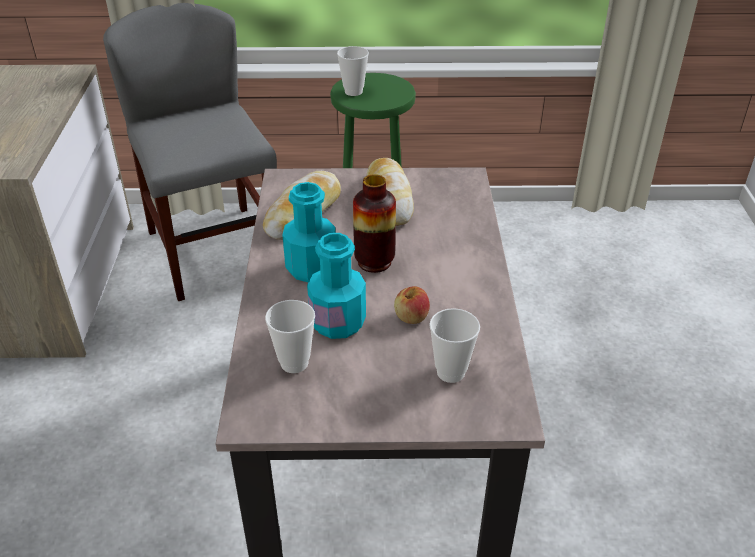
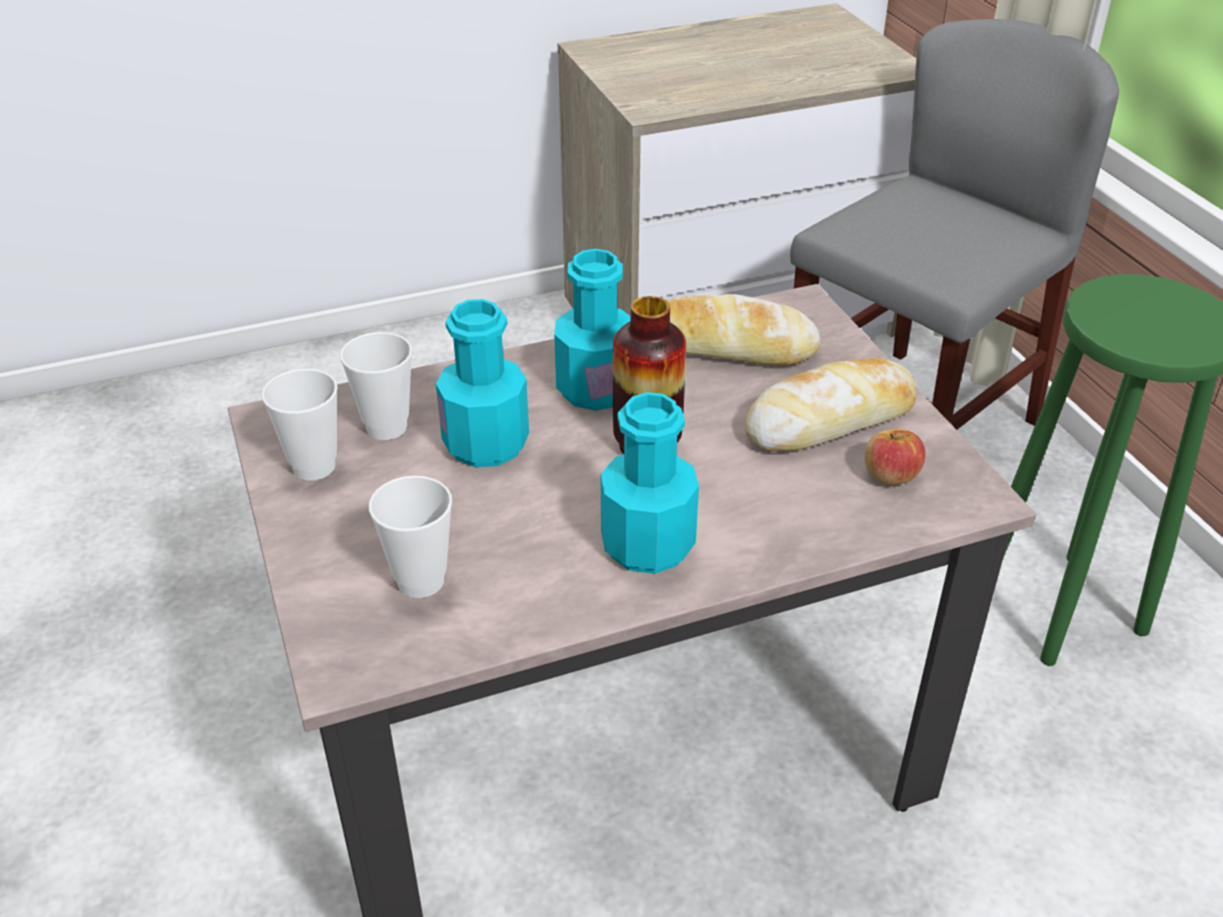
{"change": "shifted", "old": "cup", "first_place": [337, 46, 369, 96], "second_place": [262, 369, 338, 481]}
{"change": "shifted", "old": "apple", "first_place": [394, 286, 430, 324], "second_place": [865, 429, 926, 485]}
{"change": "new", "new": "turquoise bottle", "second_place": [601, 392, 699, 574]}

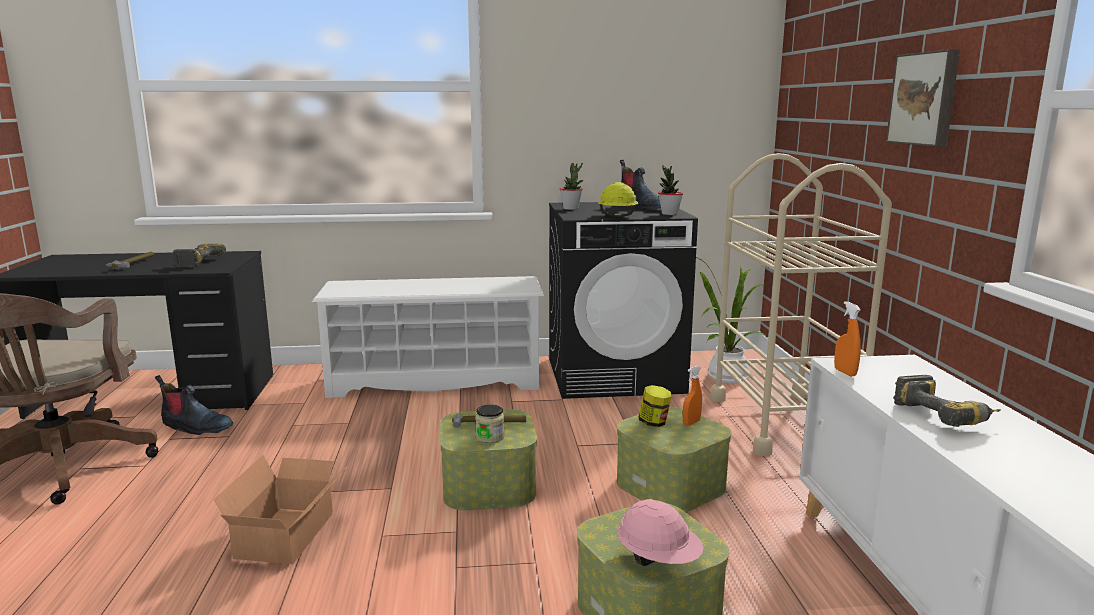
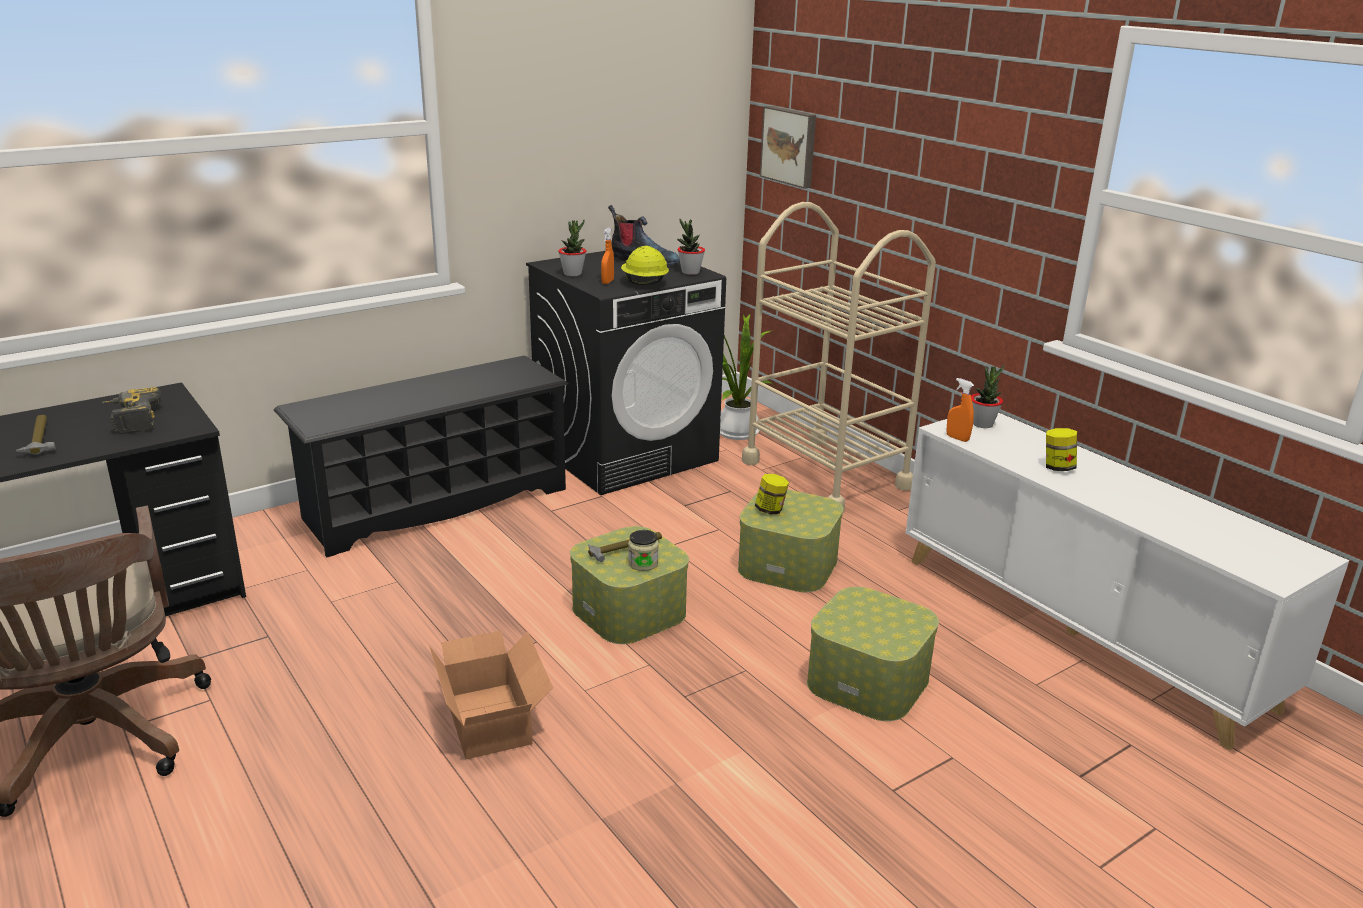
{"change": "gone", "old": "boot", "first_place": [155, 375, 233, 435]}
{"change": "repainted", "old": "white shoe rack", "new": "black shoe rack", "first_place": [312, 276, 544, 398], "second_place": [274, 356, 568, 558]}
{"change": "gone", "old": "pink hard hat", "first_place": [617, 499, 704, 566]}
{"change": "shifted", "old": "orange spray bottle", "first_place": [683, 366, 702, 426], "second_place": [601, 228, 614, 284]}
{"change": "shifted", "old": "picture", "first_place": [886, 49, 960, 147], "second_place": [760, 106, 816, 189]}
{"change": "swapped", "old": "power drill", "new": "jar", "first_place": [893, 375, 1001, 427], "second_place": [1046, 428, 1077, 471]}
{"change": "new", "new": "potted plant", "second_place": [971, 365, 1004, 428]}

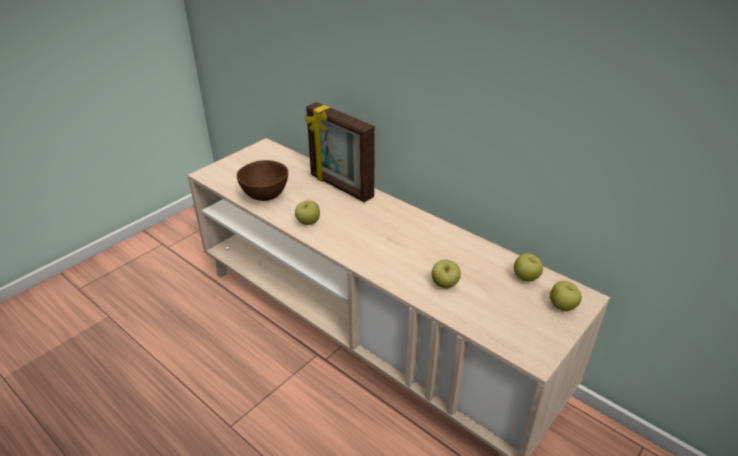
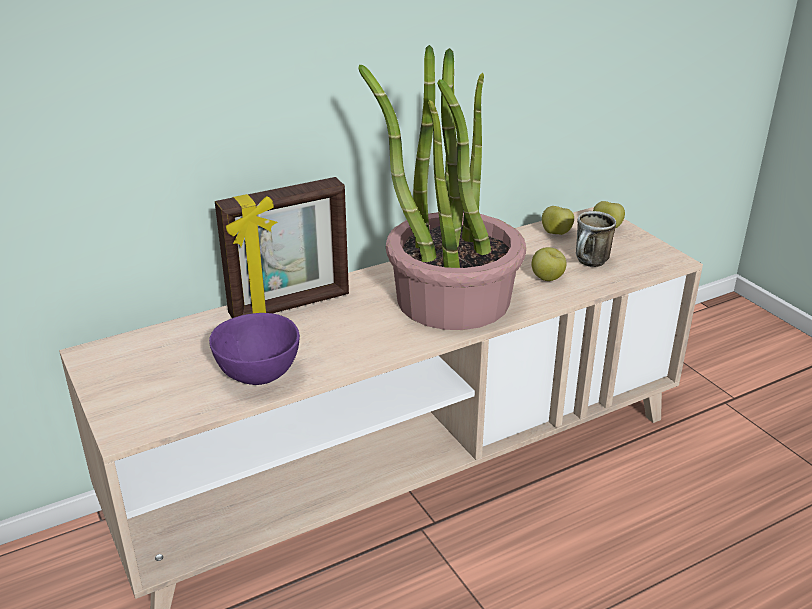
{"change": "repainted", "old": "brown bowl", "new": "purple bowl", "first_place": [236, 160, 288, 201], "second_place": [209, 313, 300, 385]}
{"change": "gone", "old": "apple", "first_place": [295, 200, 320, 225]}
{"change": "new", "new": "potted plant", "second_place": [359, 45, 526, 330]}
{"change": "new", "new": "mug", "second_place": [576, 211, 616, 267]}

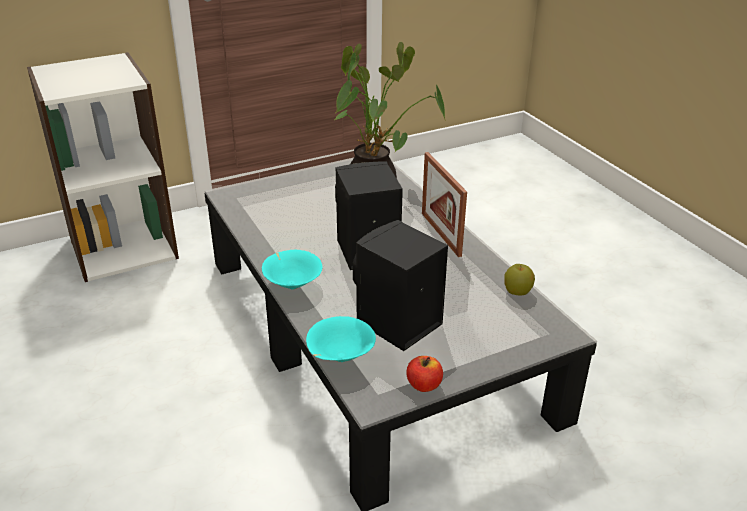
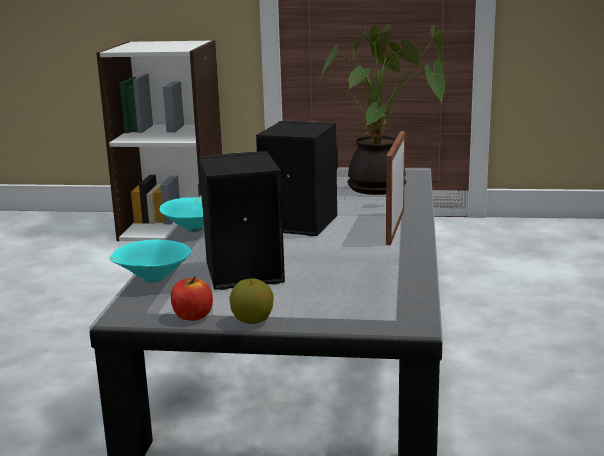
{"change": "shifted", "old": "apple", "first_place": [504, 264, 535, 296], "second_place": [229, 277, 274, 324]}

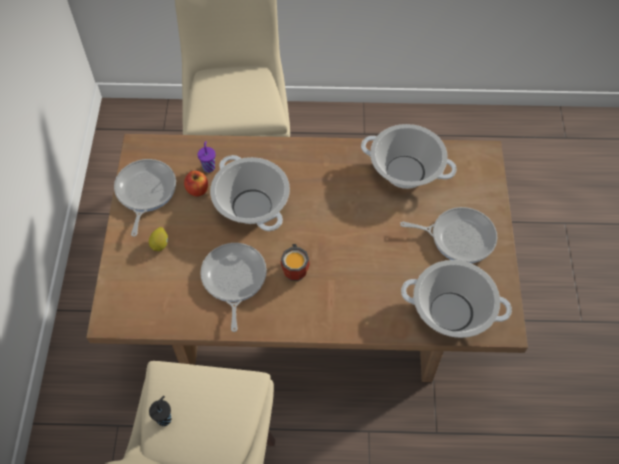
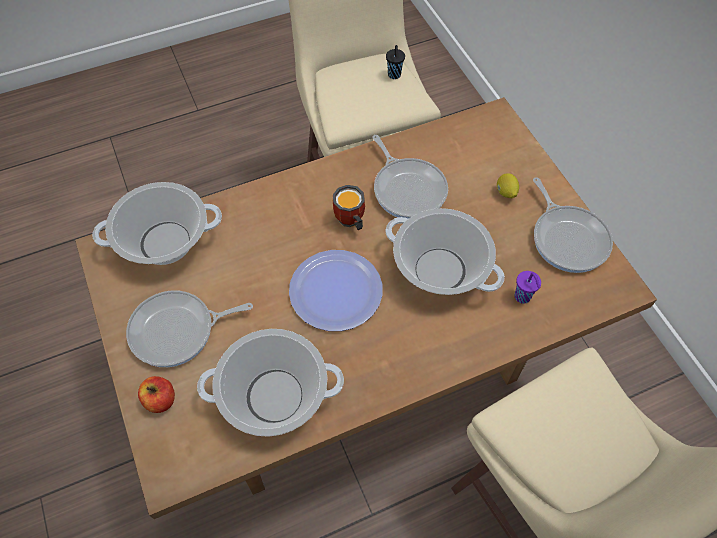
{"change": "shifted", "old": "apple", "first_place": [184, 171, 208, 197], "second_place": [138, 376, 175, 413]}
{"change": "new", "new": "plate", "second_place": [289, 250, 383, 331]}

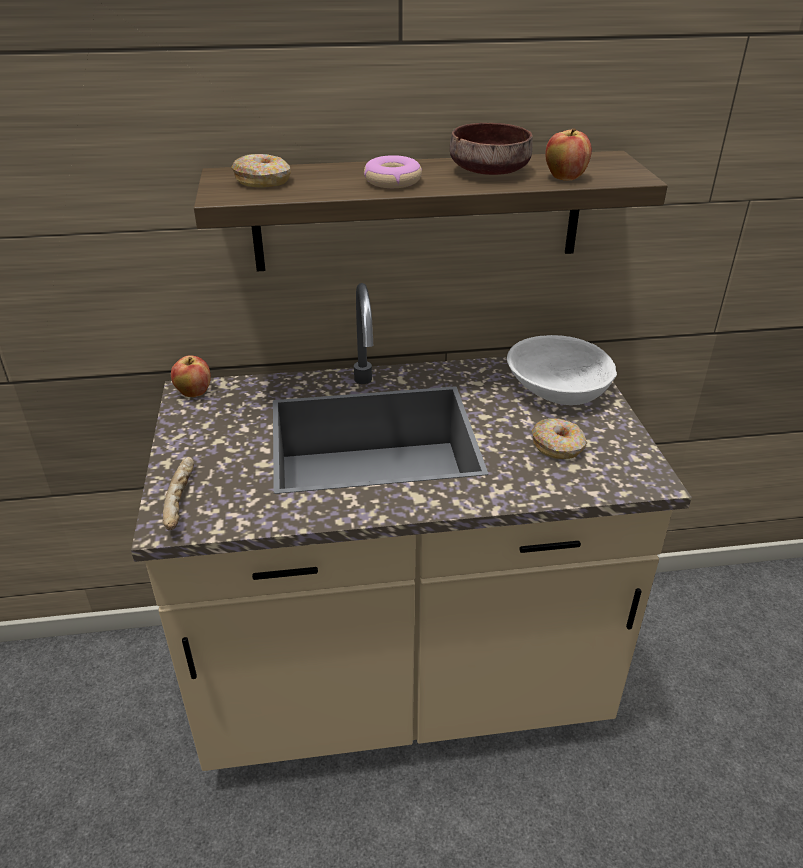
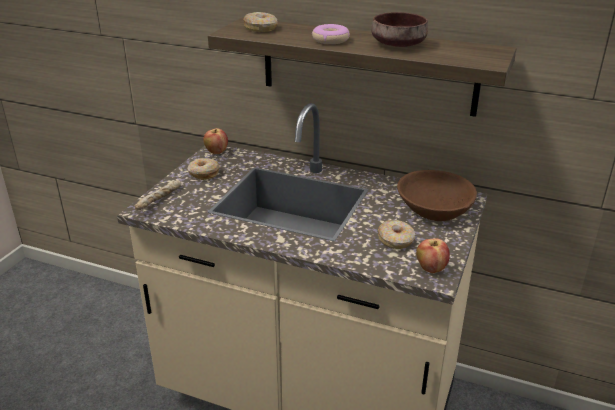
{"change": "repainted", "old": "white bowl", "new": "brown bowl", "first_place": [507, 335, 617, 405], "second_place": [397, 170, 477, 221]}
{"change": "shifted", "old": "apple", "first_place": [545, 128, 592, 181], "second_place": [416, 239, 450, 273]}
{"change": "new", "new": "donut", "second_place": [188, 158, 220, 180]}

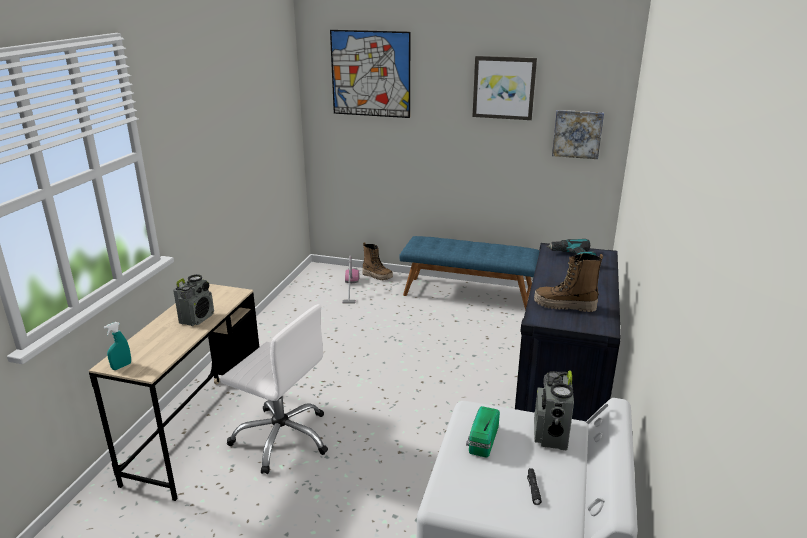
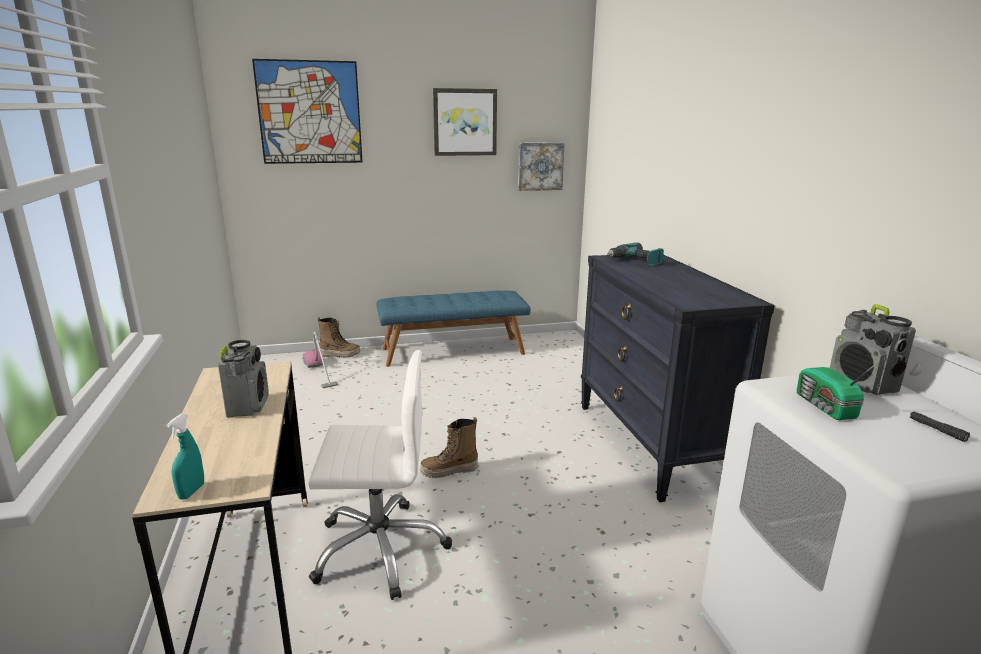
{"change": "shifted", "old": "boot", "first_place": [534, 253, 603, 312], "second_place": [420, 417, 478, 478]}

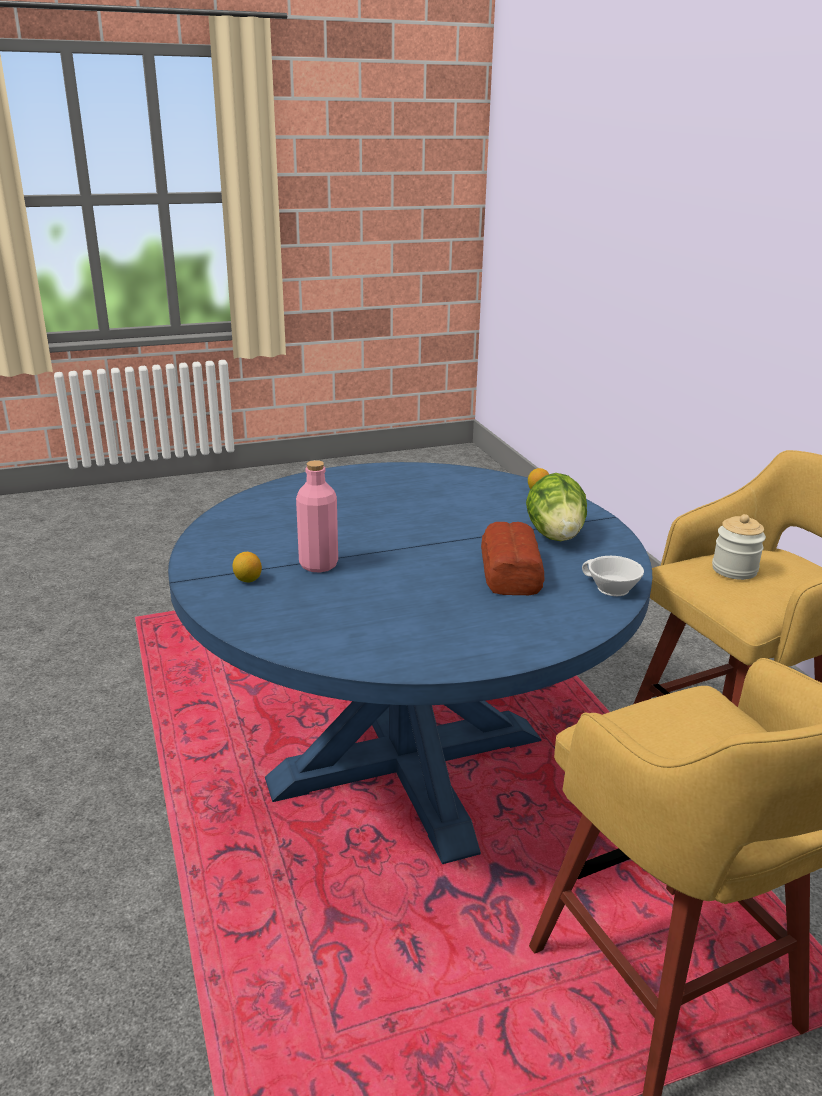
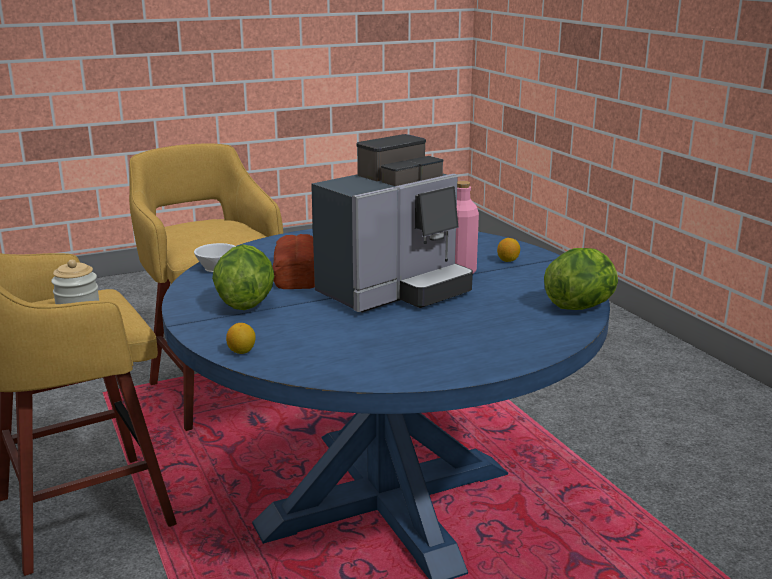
{"change": "new", "new": "coffee machine", "second_place": [311, 134, 473, 313]}
{"change": "new", "new": "lettuce", "second_place": [544, 248, 618, 310]}

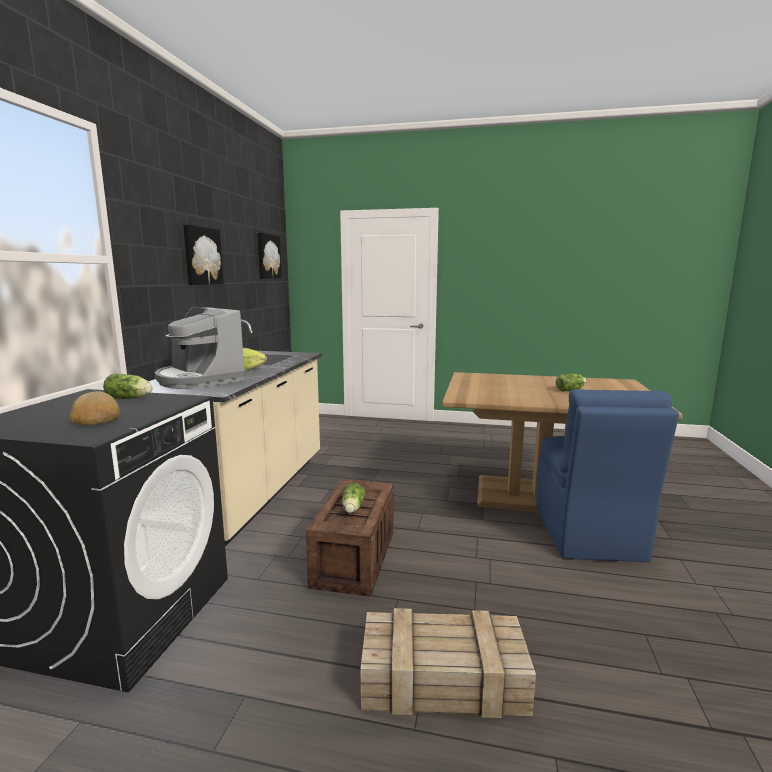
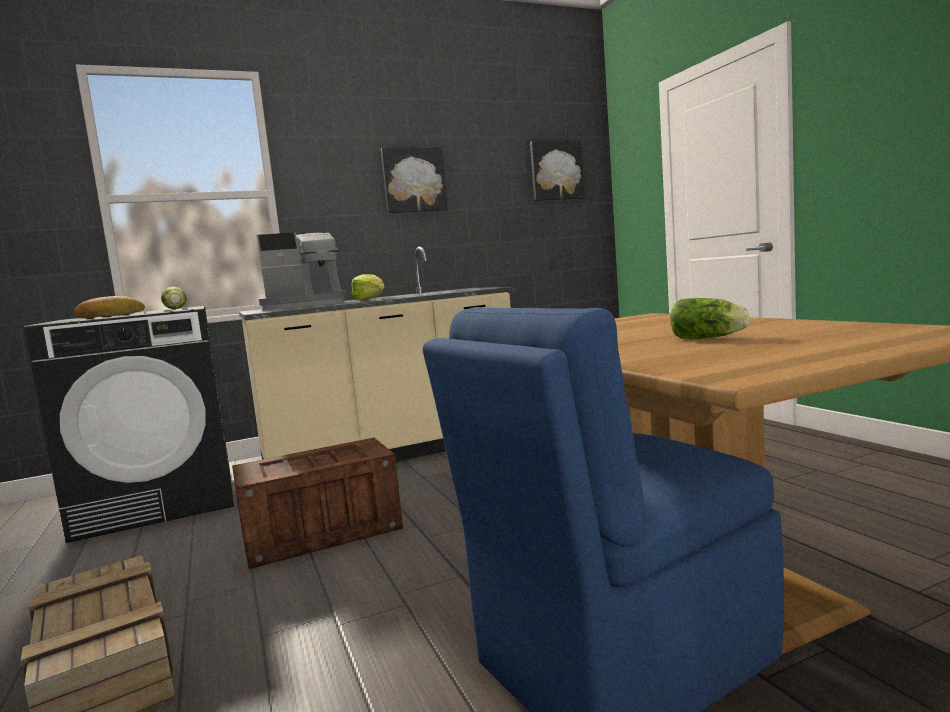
{"change": "rotated", "old": "coffee machine", "first_place": [155, 307, 247, 389], "second_place": [256, 232, 346, 310], "degrees": -120}
{"change": "gone", "old": "lettuce", "first_place": [342, 483, 365, 513]}

